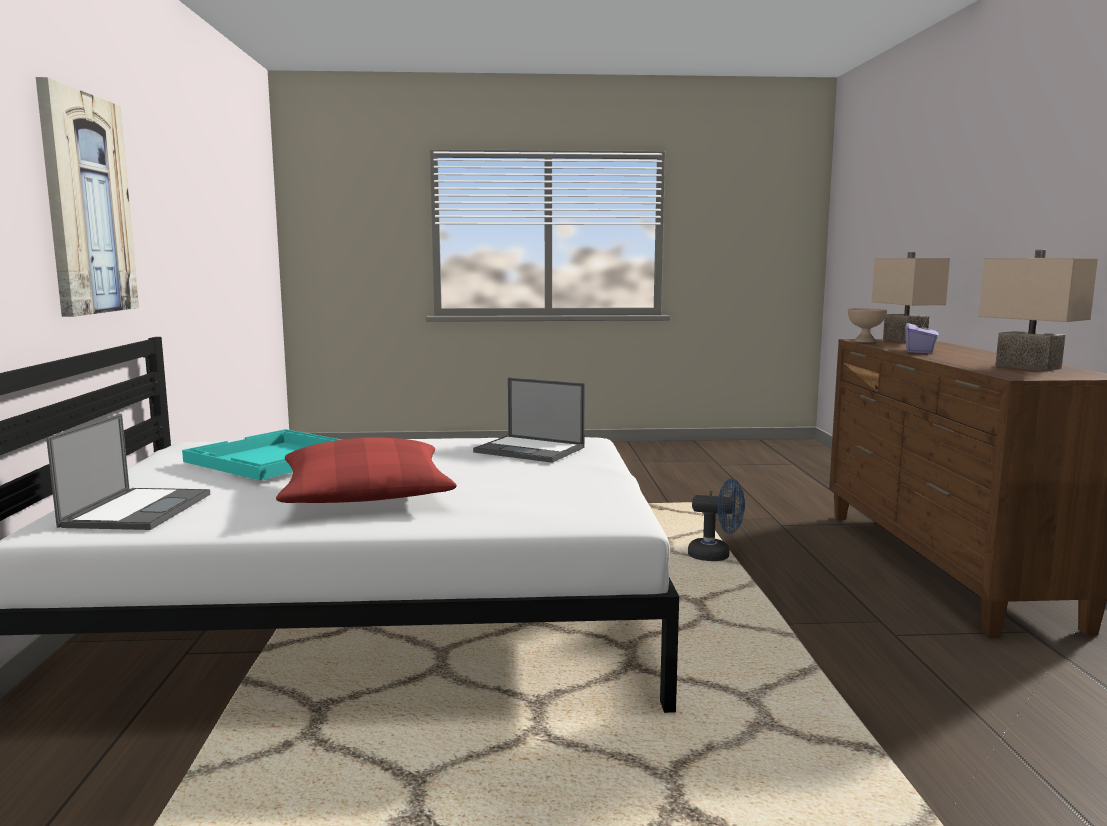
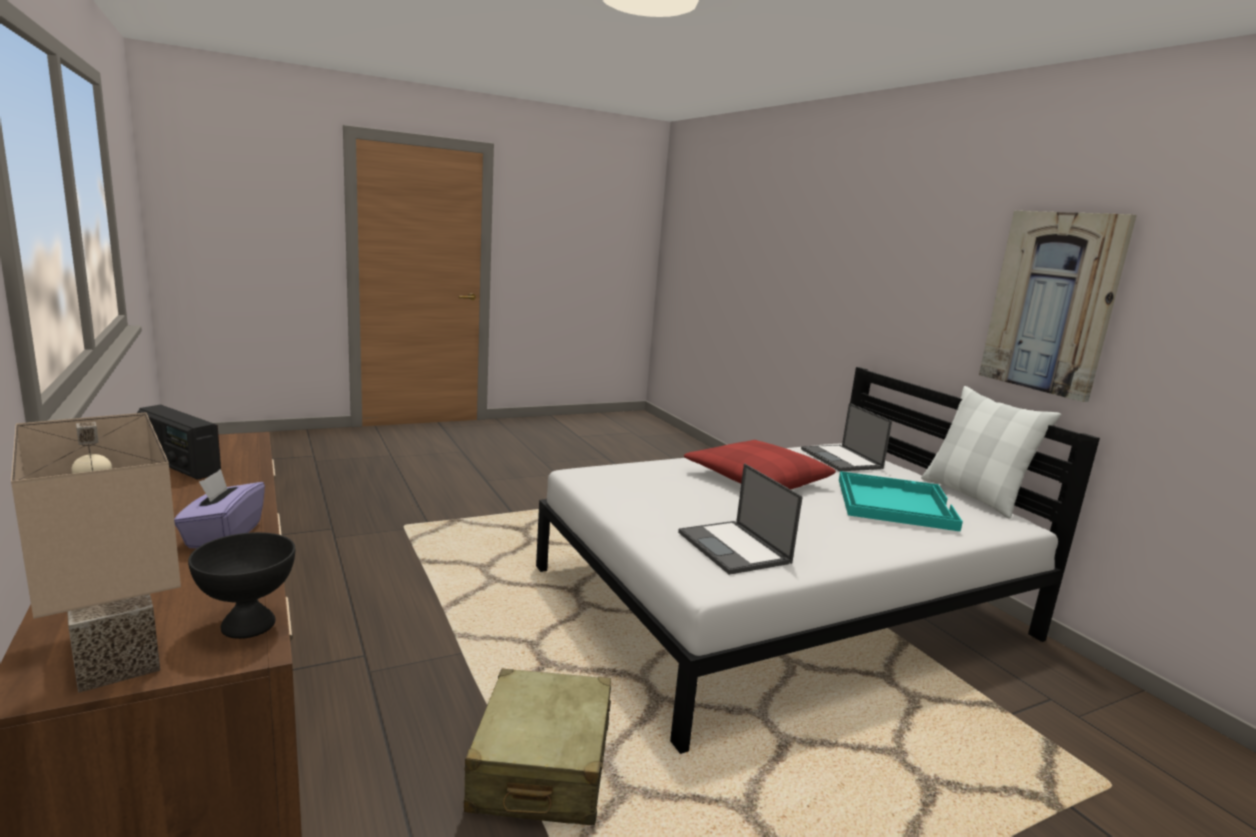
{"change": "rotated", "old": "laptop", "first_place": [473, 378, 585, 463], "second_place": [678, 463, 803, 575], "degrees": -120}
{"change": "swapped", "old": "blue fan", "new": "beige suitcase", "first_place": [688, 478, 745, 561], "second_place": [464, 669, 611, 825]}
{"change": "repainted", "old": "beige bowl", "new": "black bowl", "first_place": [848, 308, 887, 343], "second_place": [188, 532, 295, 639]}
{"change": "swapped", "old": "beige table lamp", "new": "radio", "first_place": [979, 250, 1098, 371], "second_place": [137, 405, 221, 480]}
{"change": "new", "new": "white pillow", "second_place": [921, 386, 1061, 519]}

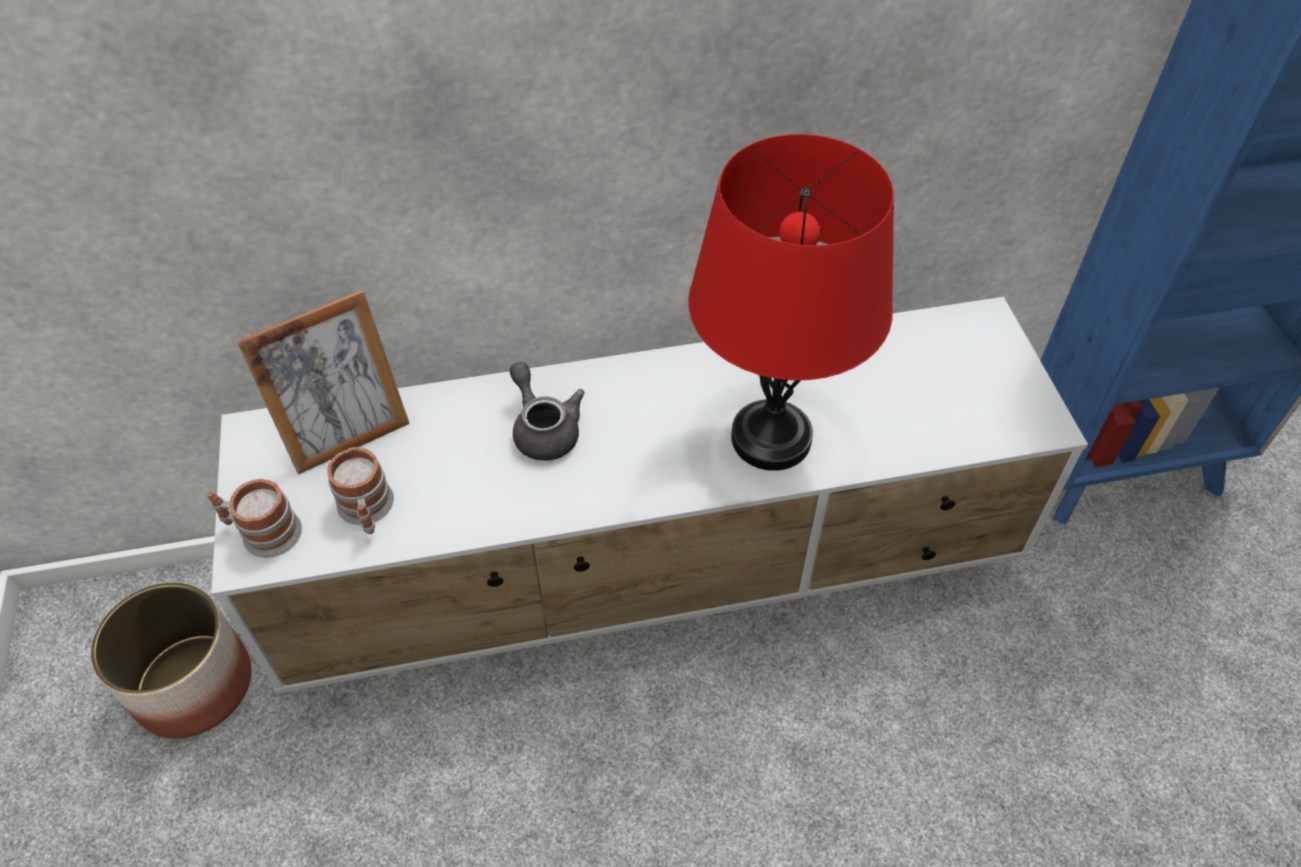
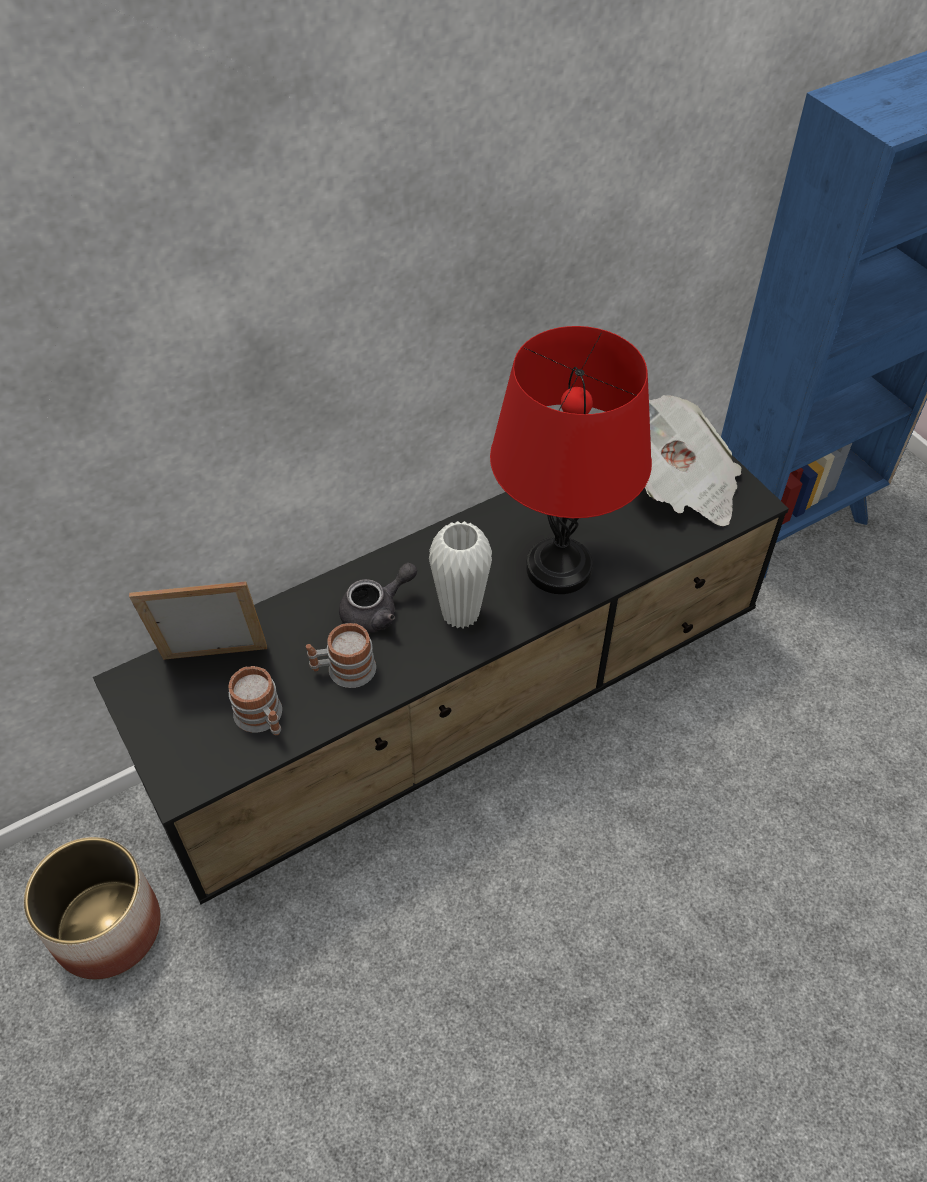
{"change": "shifted", "old": "mug", "first_place": [207, 479, 302, 558], "second_place": [306, 623, 376, 688]}
{"change": "repainted", "old": "white tv stand", "new": "black tv stand", "first_place": [211, 297, 1088, 694], "second_place": [93, 455, 789, 904]}
{"change": "rotated", "old": "picture frame", "first_place": [237, 290, 410, 475], "second_place": [129, 581, 267, 660], "degrees": -135}
{"change": "rotated", "old": "grey teapot", "first_place": [510, 362, 585, 461], "second_place": [339, 563, 417, 633], "degrees": 105}
{"change": "new", "new": "white vase", "second_place": [429, 521, 492, 629]}
{"change": "new", "new": "newspaper", "second_place": [645, 395, 742, 526]}

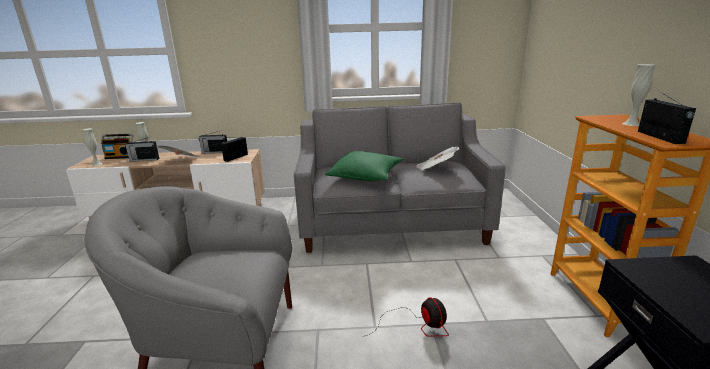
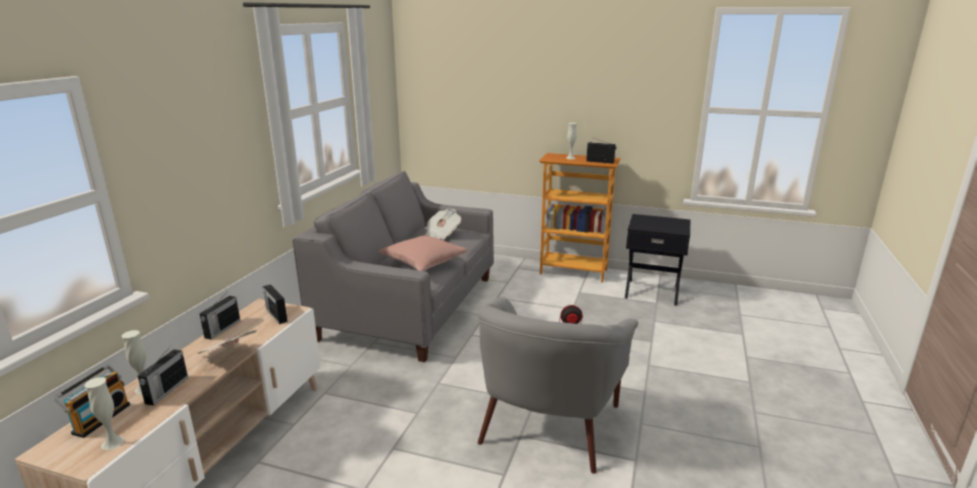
{"change": "repainted", "old": "green pillow", "new": "pink pillow", "first_place": [325, 151, 403, 181], "second_place": [378, 235, 468, 271]}

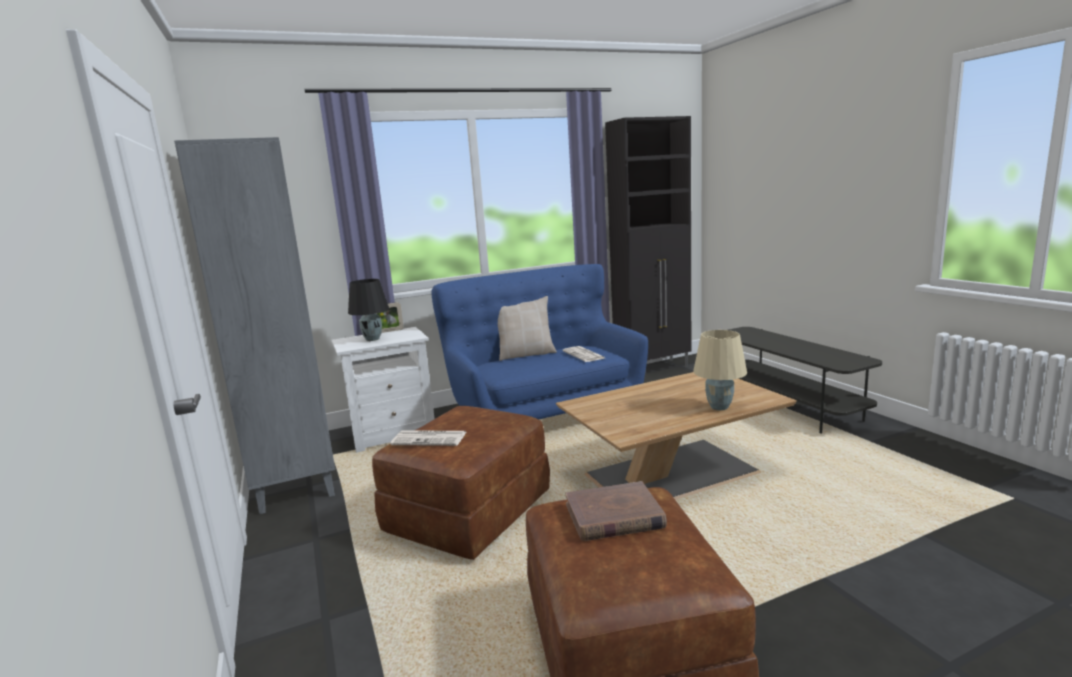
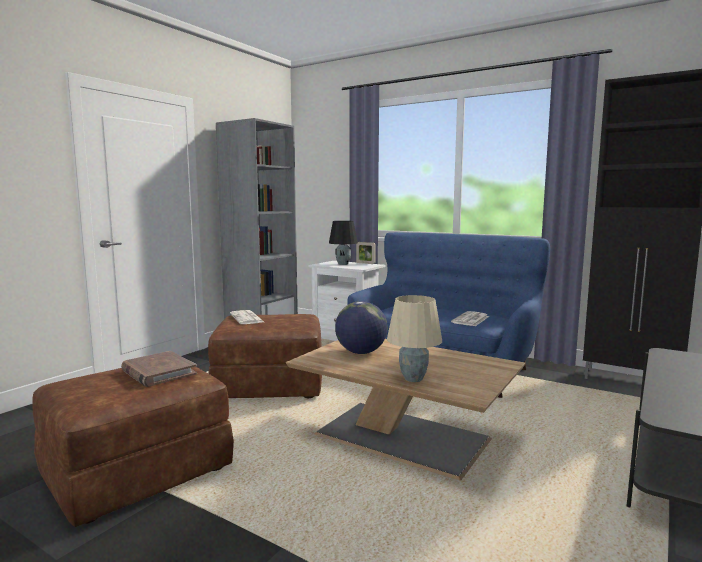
{"change": "gone", "old": "beige pillow", "first_place": [498, 296, 557, 361]}
{"change": "new", "new": "globe", "second_place": [335, 301, 388, 354]}

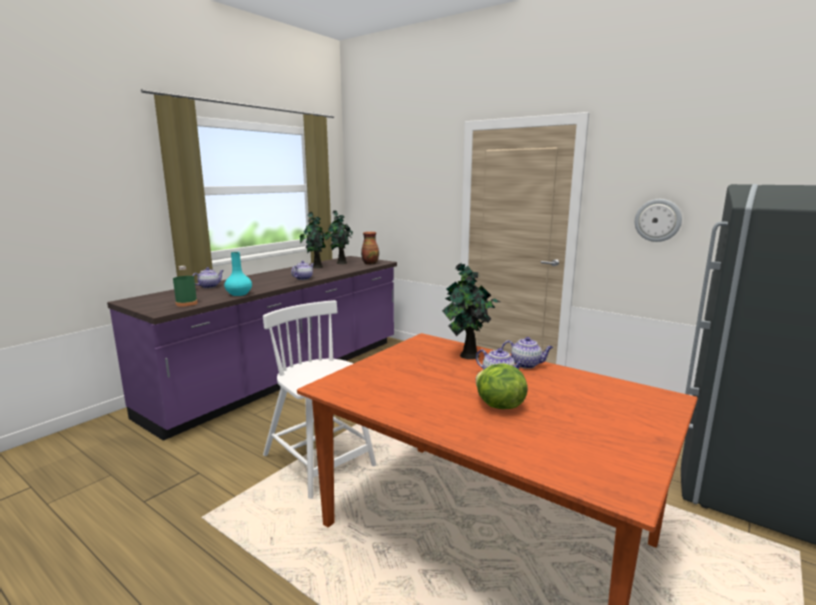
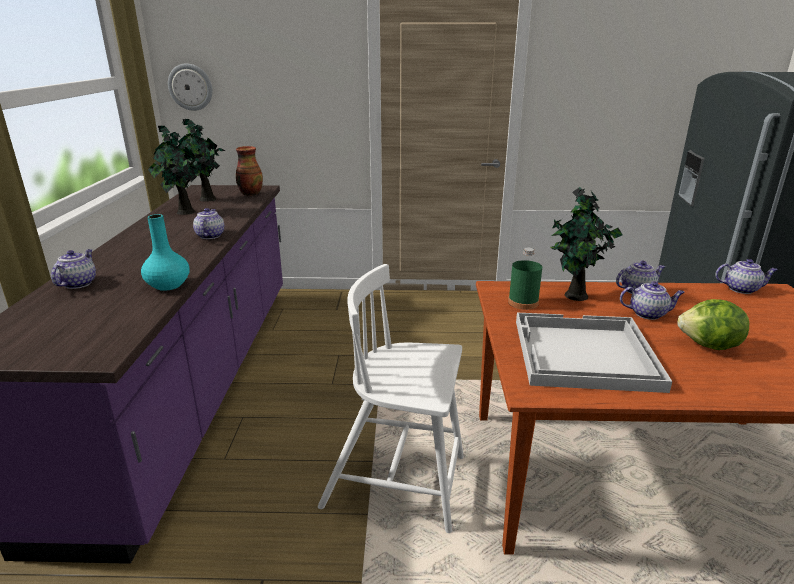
{"change": "shifted", "old": "green bottle", "first_place": [173, 266, 198, 307], "second_place": [508, 248, 542, 310]}
{"change": "shifted", "old": "wall clock", "first_place": [635, 199, 682, 242], "second_place": [168, 63, 213, 111]}
{"change": "new", "new": "white tray", "second_place": [516, 313, 672, 393]}
{"change": "new", "new": "teapot", "second_place": [715, 259, 778, 294]}

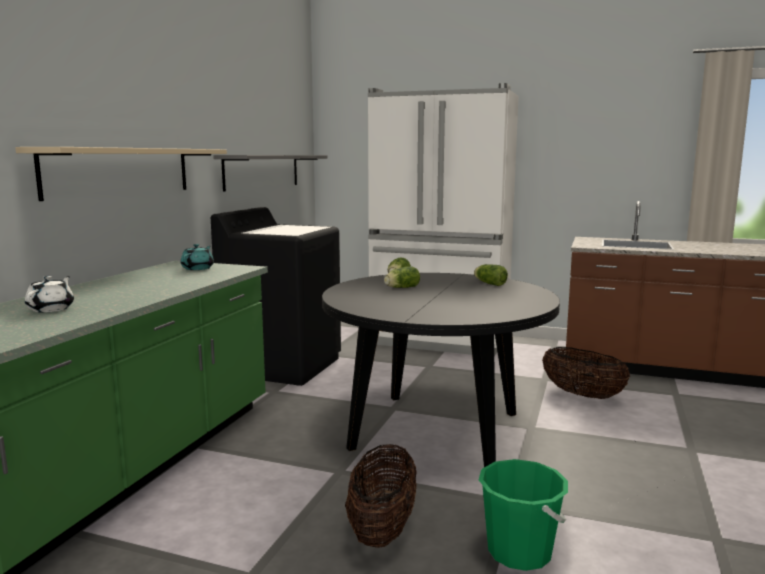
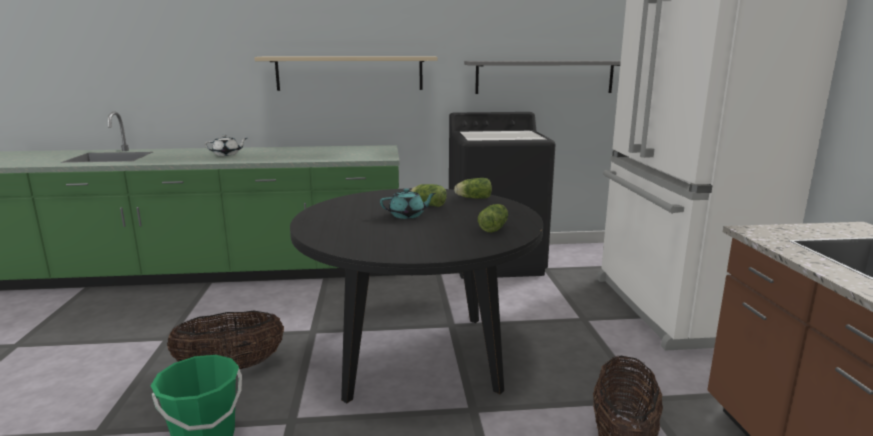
{"change": "shifted", "old": "turquoise teapot", "first_place": [181, 244, 214, 270], "second_place": [380, 188, 436, 219]}

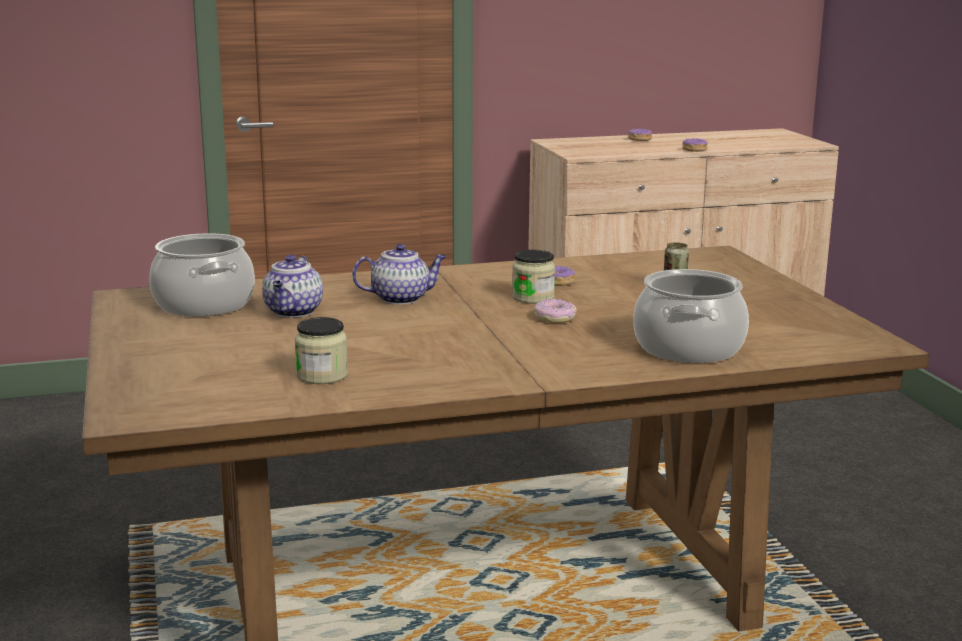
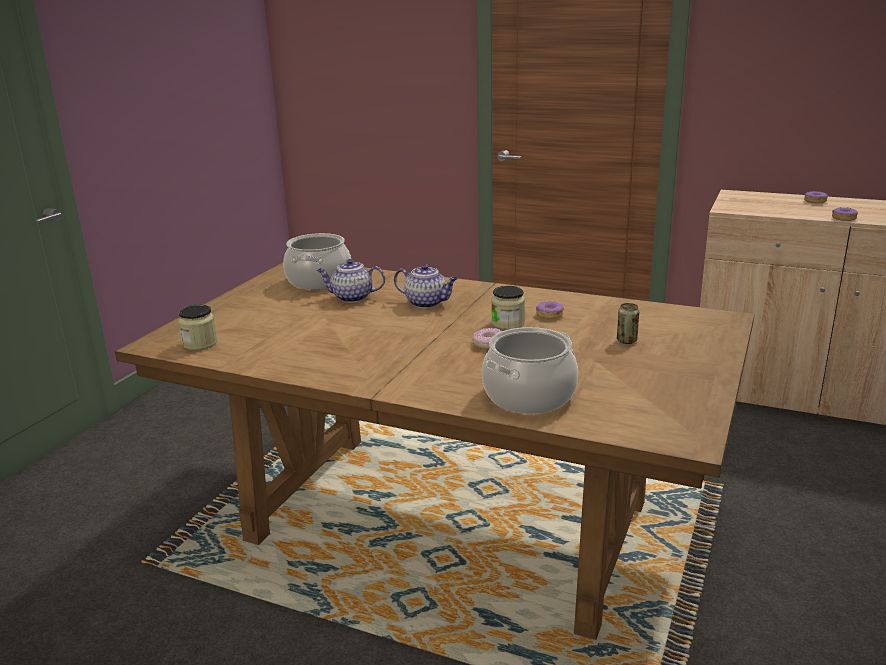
{"change": "rotated", "old": "teapot", "first_place": [262, 255, 323, 318], "second_place": [317, 259, 385, 303], "degrees": 45}
{"change": "shifted", "old": "jar", "first_place": [295, 317, 348, 384], "second_place": [178, 305, 217, 350]}

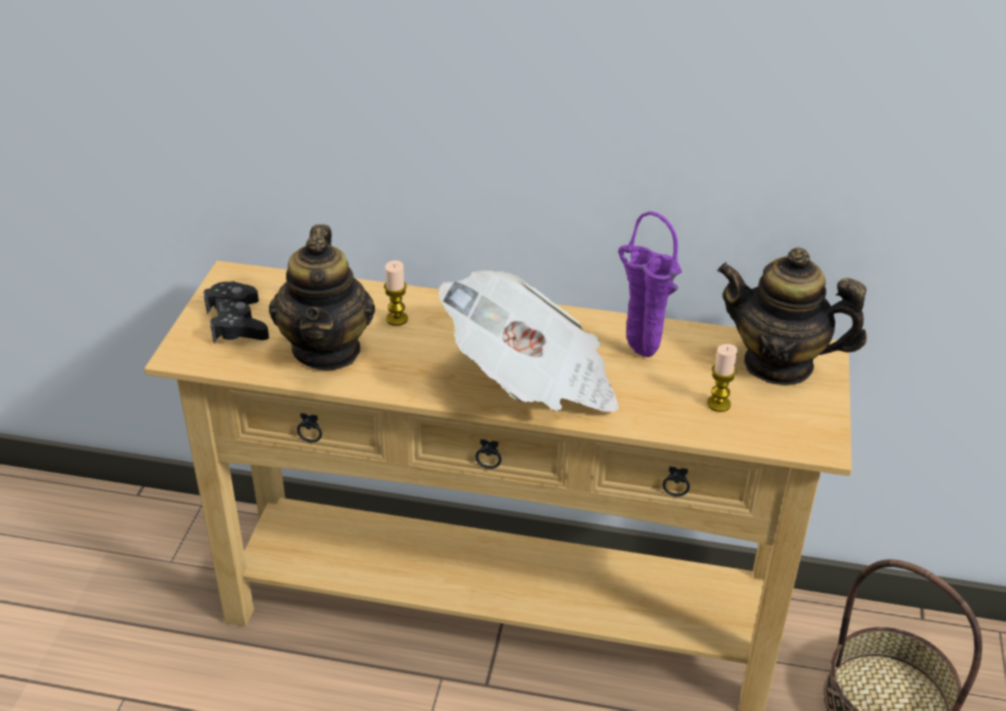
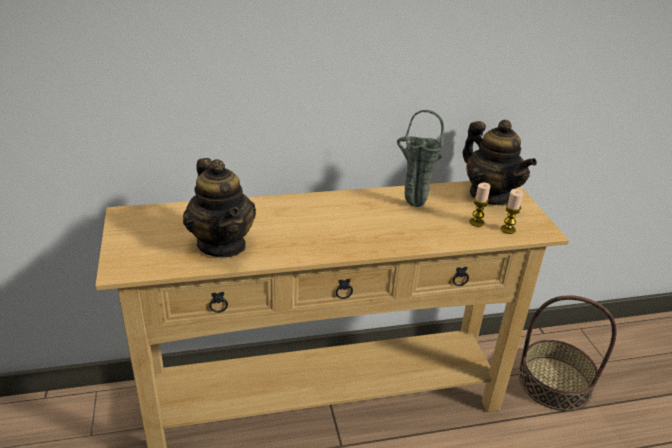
{"change": "gone", "old": "black game controller", "first_place": [203, 281, 269, 343]}
{"change": "shifted", "old": "candle", "first_place": [384, 260, 408, 326], "second_place": [501, 189, 523, 234]}
{"change": "gone", "old": "newspaper", "first_place": [439, 271, 620, 412]}
{"change": "repainted", "old": "purple vase", "new": "green vase", "first_place": [618, 211, 682, 357], "second_place": [397, 110, 445, 207]}
{"change": "rotated", "old": "teapot", "first_place": [717, 248, 867, 386], "second_place": [462, 120, 537, 205], "degrees": -120}

